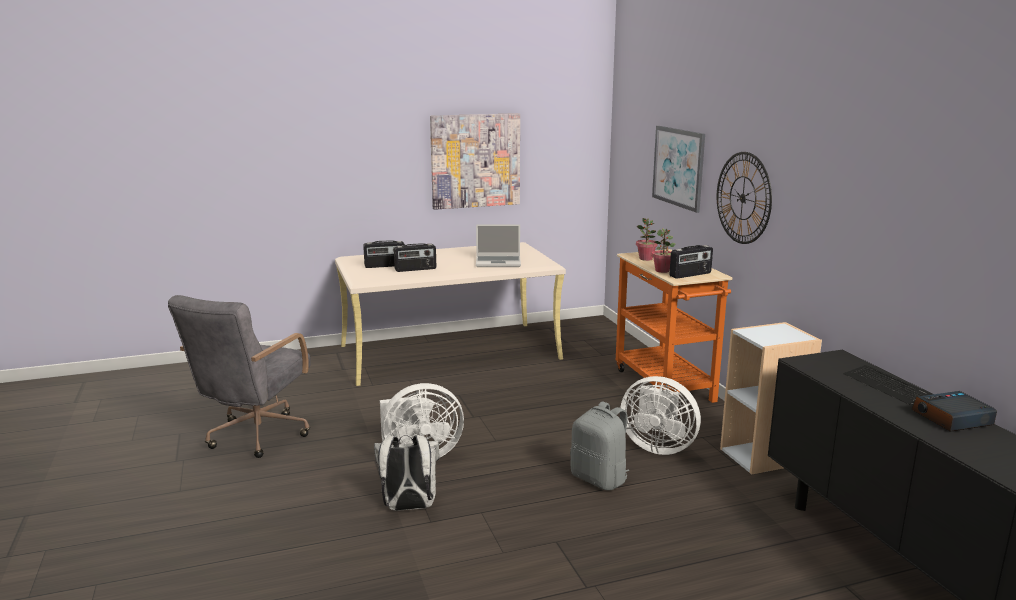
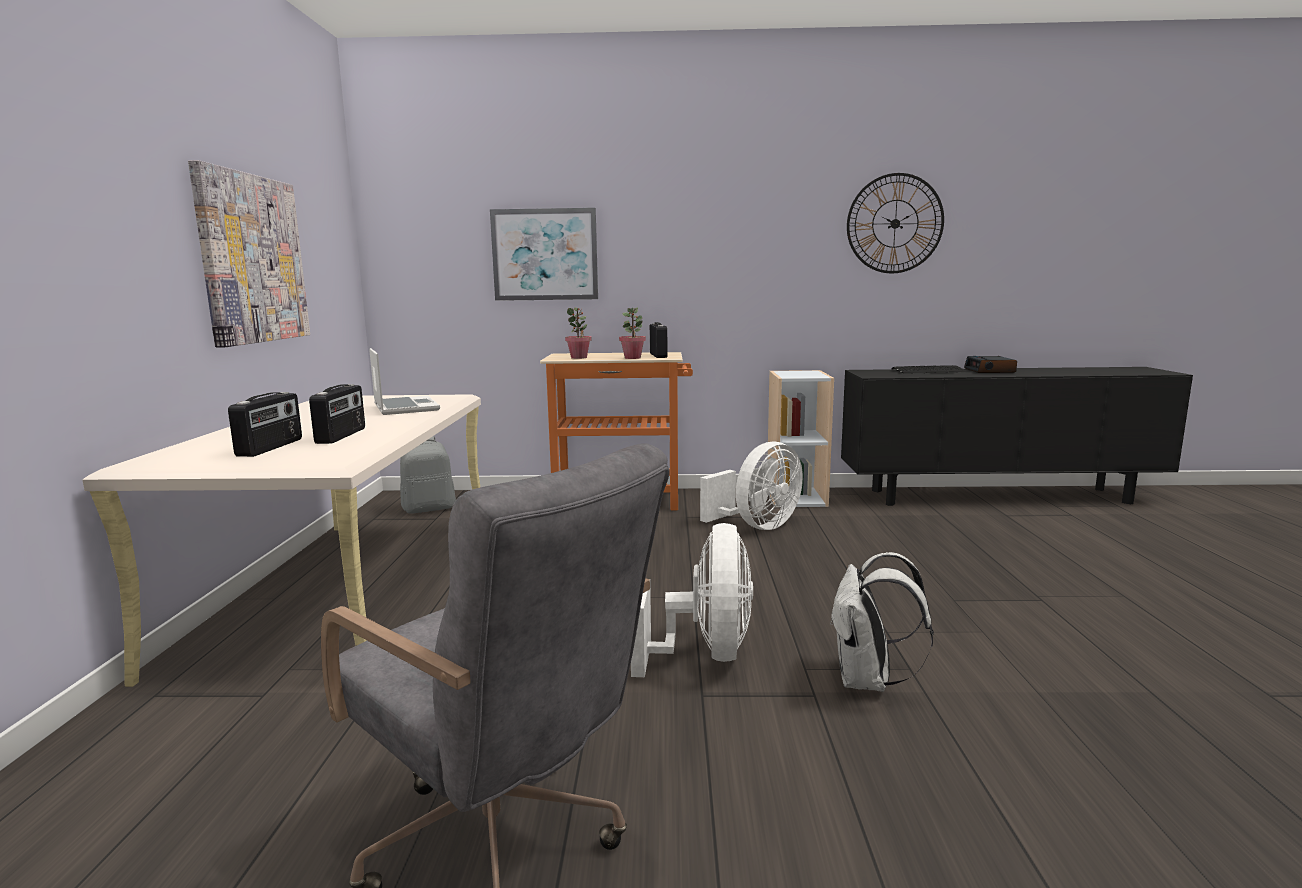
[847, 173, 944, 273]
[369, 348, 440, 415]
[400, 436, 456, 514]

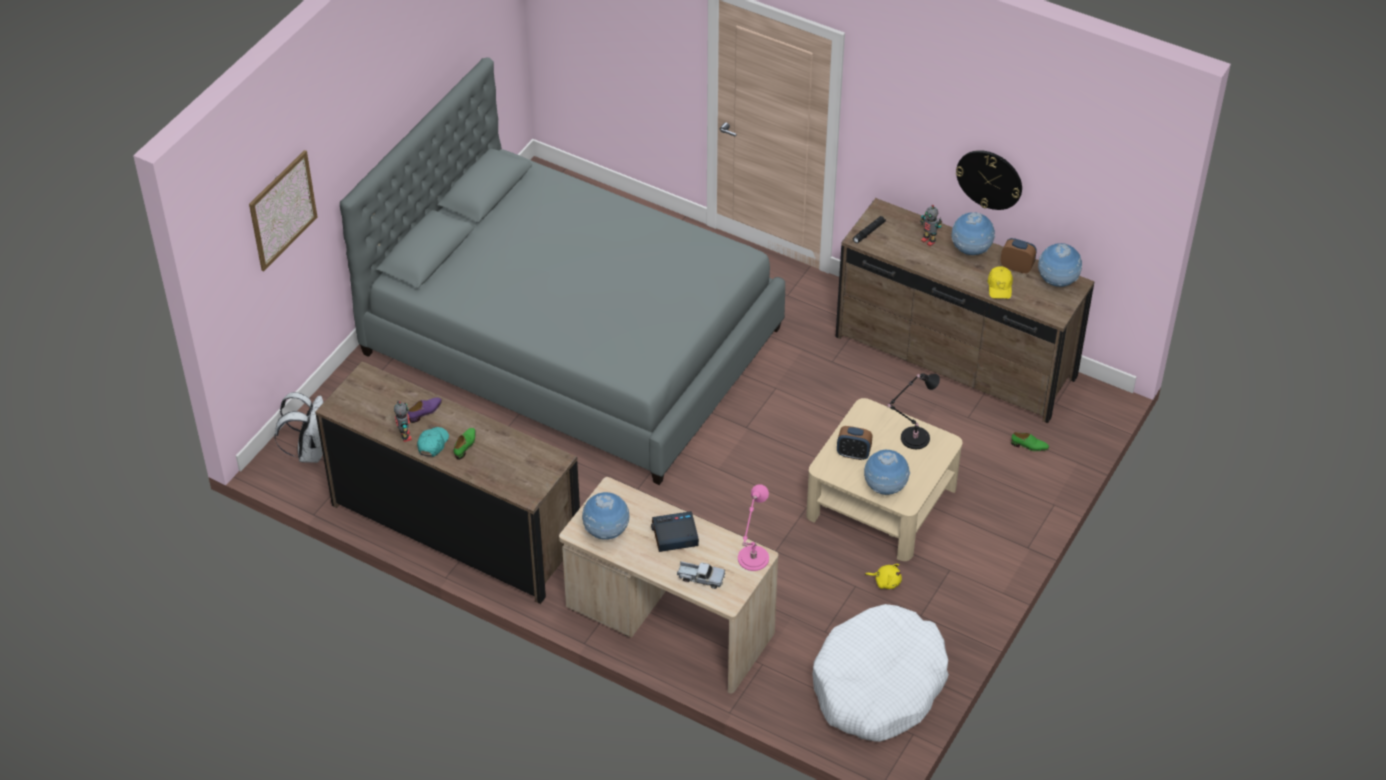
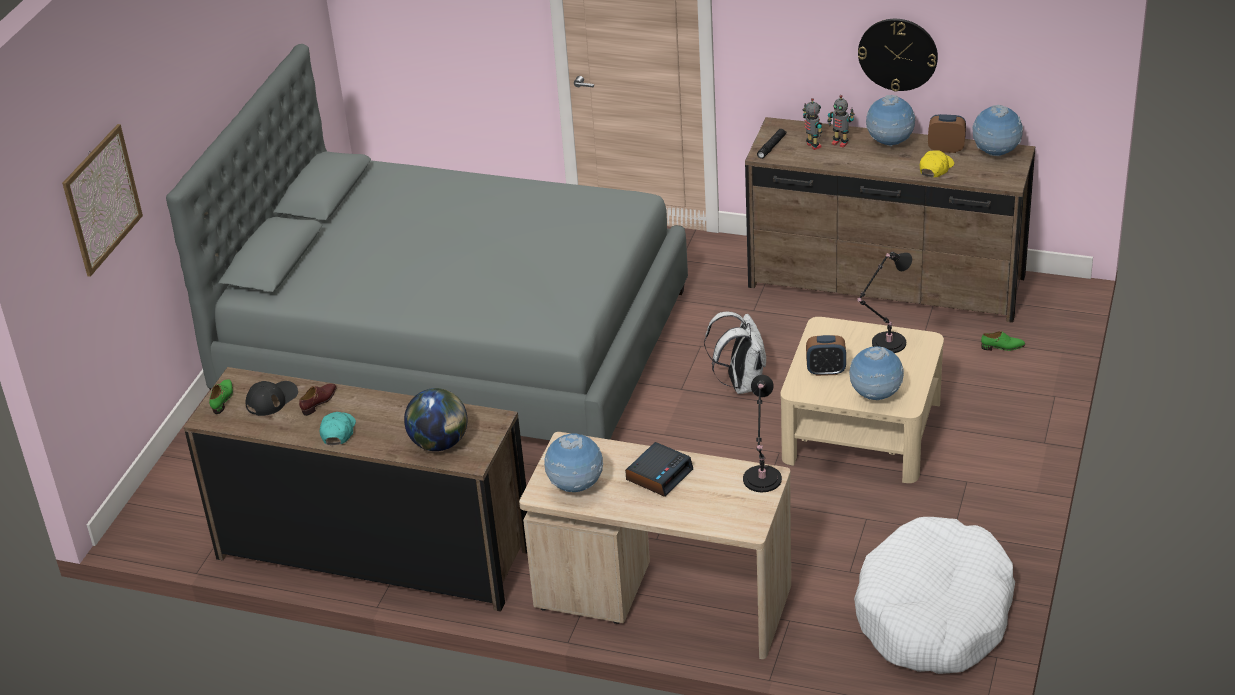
[920, 150, 954, 178]
[704, 312, 766, 394]
[299, 383, 336, 416]
[802, 98, 822, 150]
[209, 379, 233, 414]
[743, 375, 782, 492]
[625, 442, 693, 497]
[677, 561, 725, 589] (first image)
[865, 564, 902, 589] (first image)
[246, 381, 298, 416]
[404, 388, 468, 451]

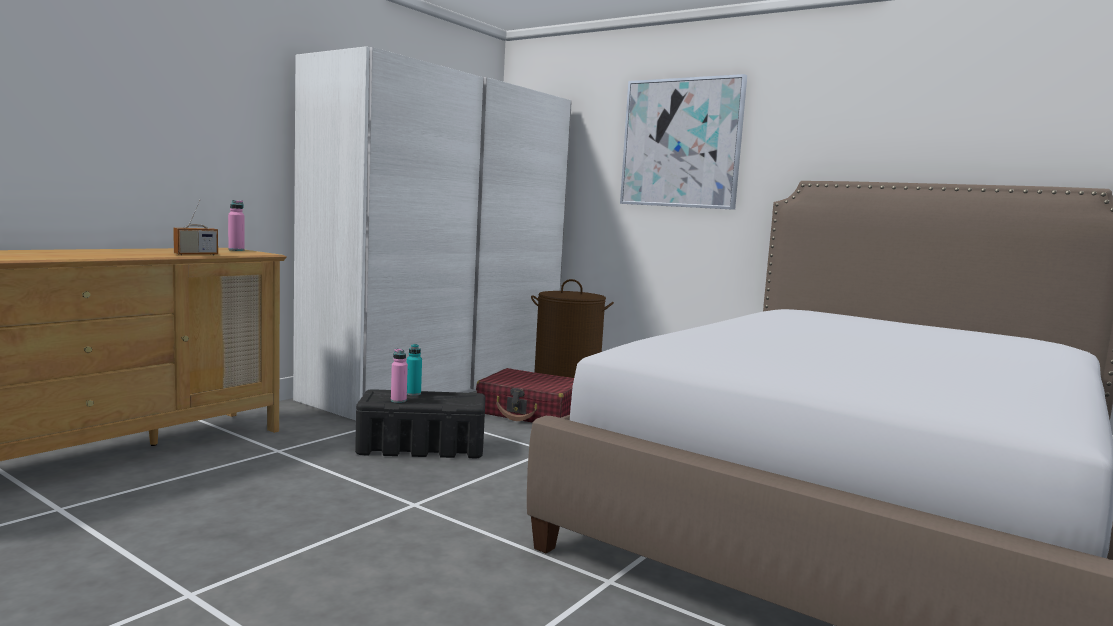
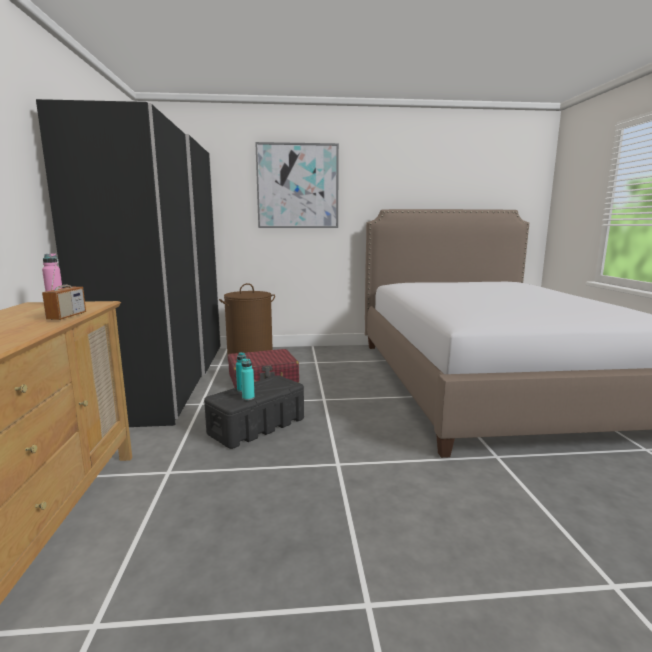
[36, 99, 221, 427]
[241, 359, 255, 400]

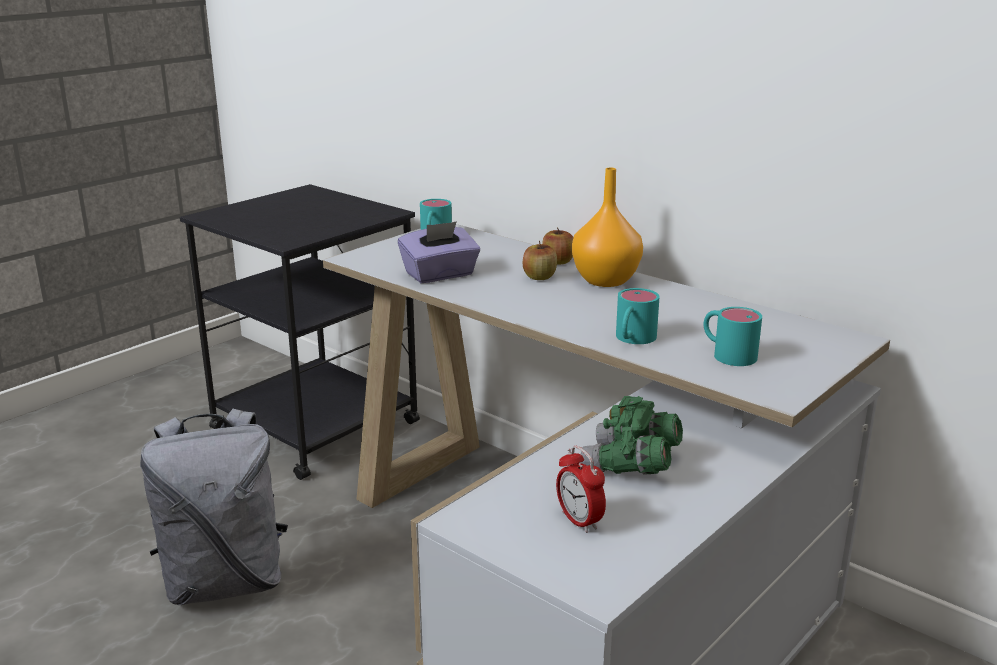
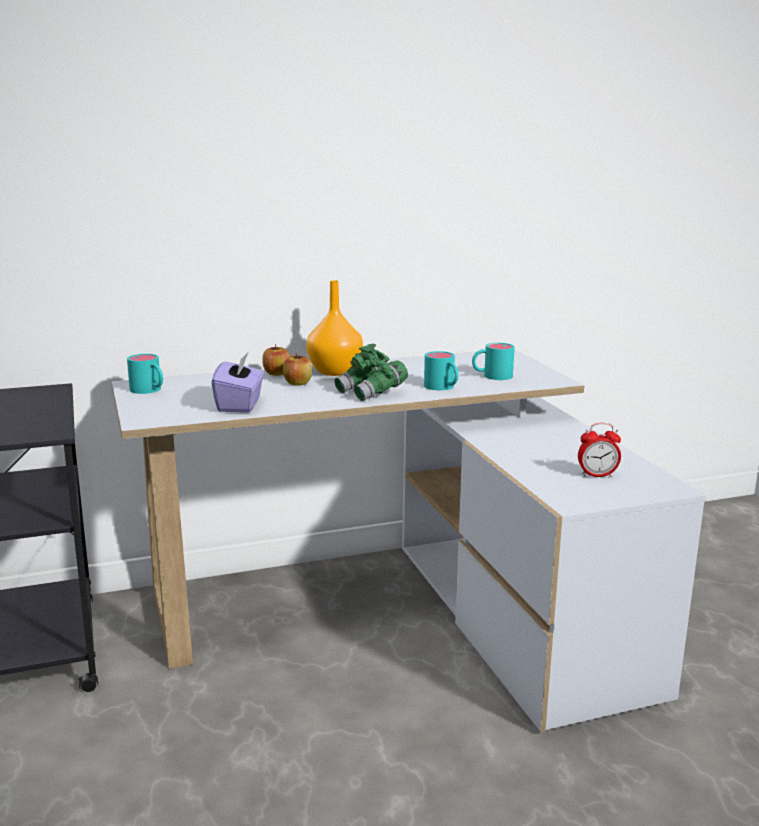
[334, 344, 408, 401]
[140, 409, 288, 605] (first image)

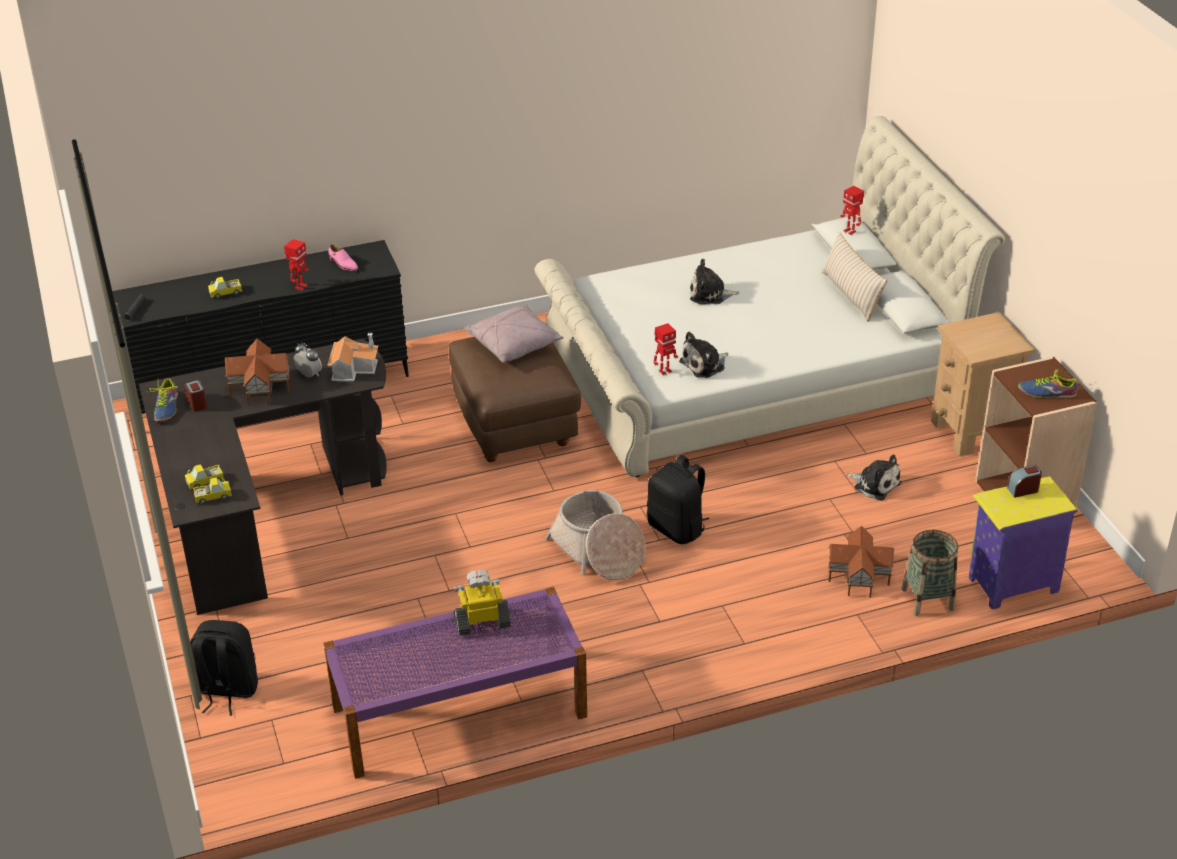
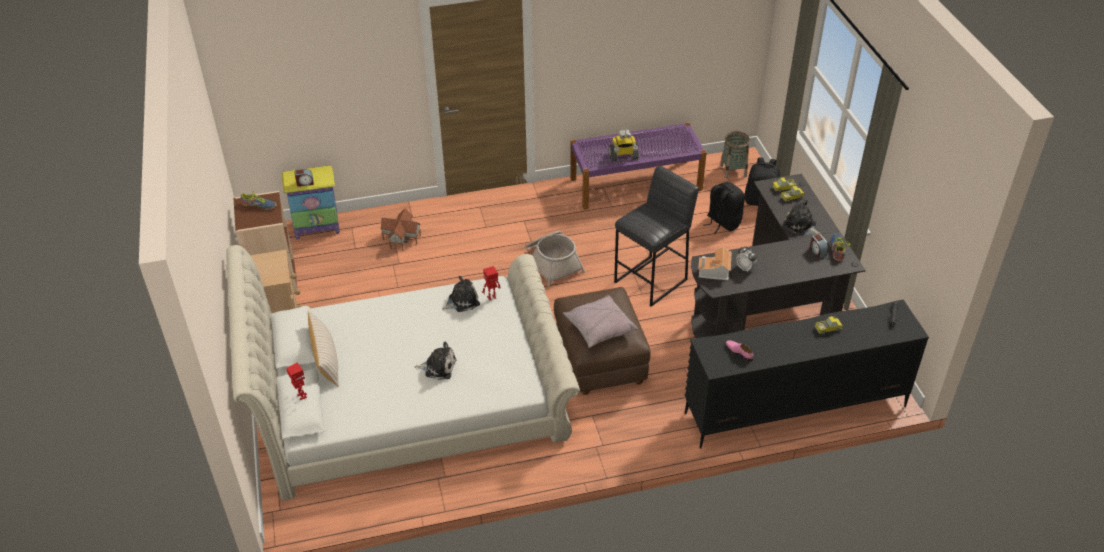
[284, 239, 309, 291] (first image)
[225, 339, 291, 406] (first image)
[783, 199, 821, 235]
[704, 182, 745, 234]
[720, 131, 750, 179]
[614, 165, 699, 307]

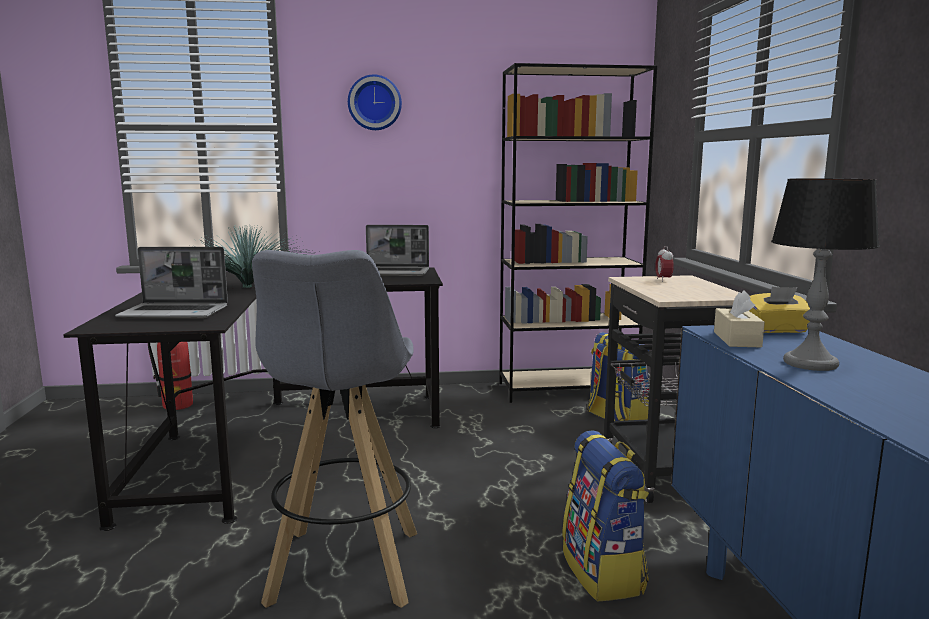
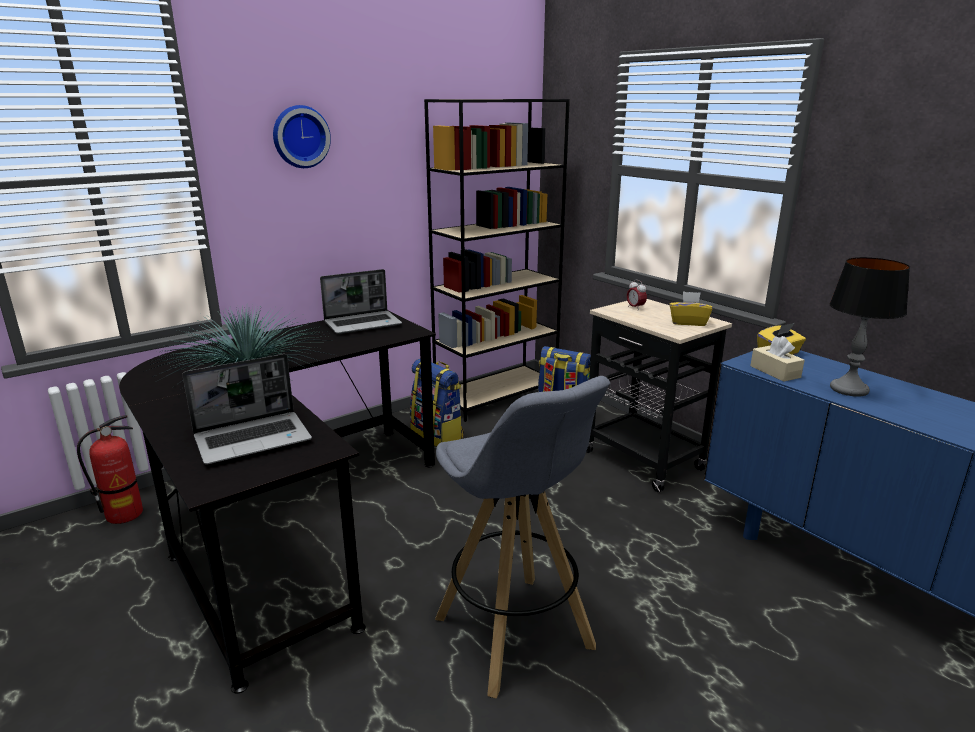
[410, 359, 464, 447]
[669, 291, 713, 326]

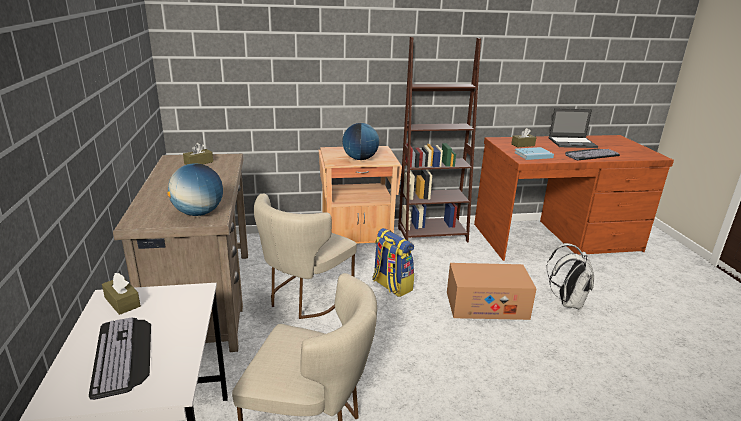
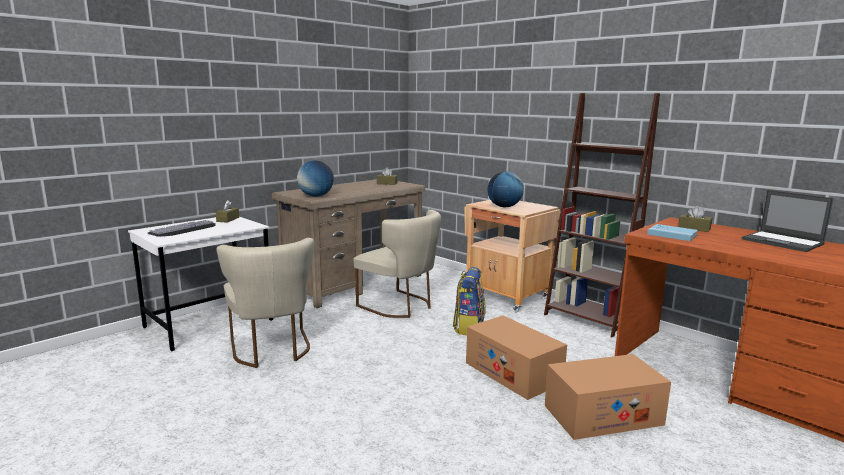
[565, 149, 620, 160] (first image)
[353, 210, 441, 318]
[545, 354, 671, 440]

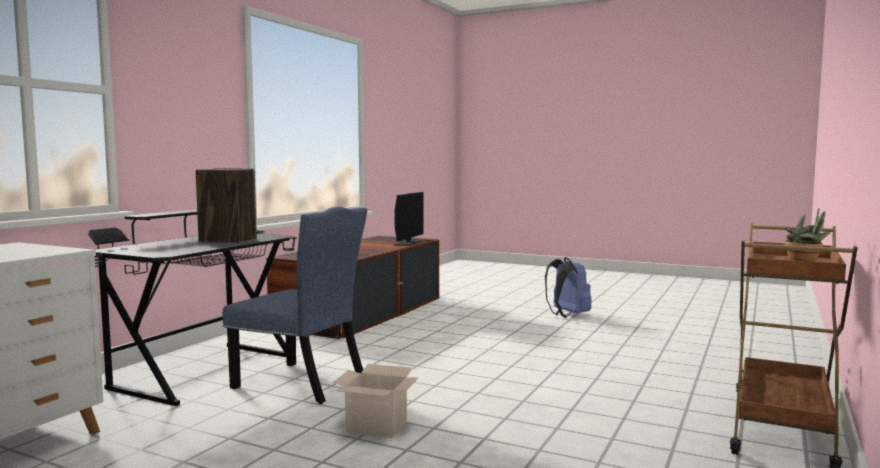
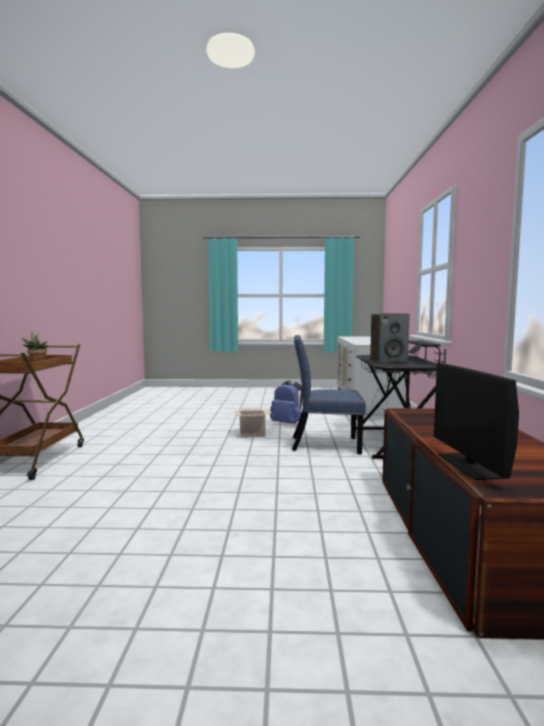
[270, 380, 302, 424]

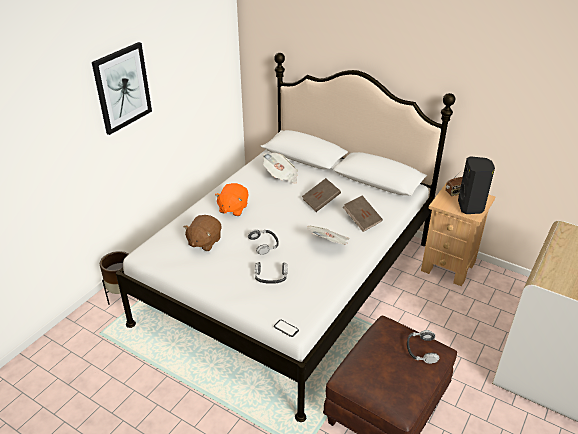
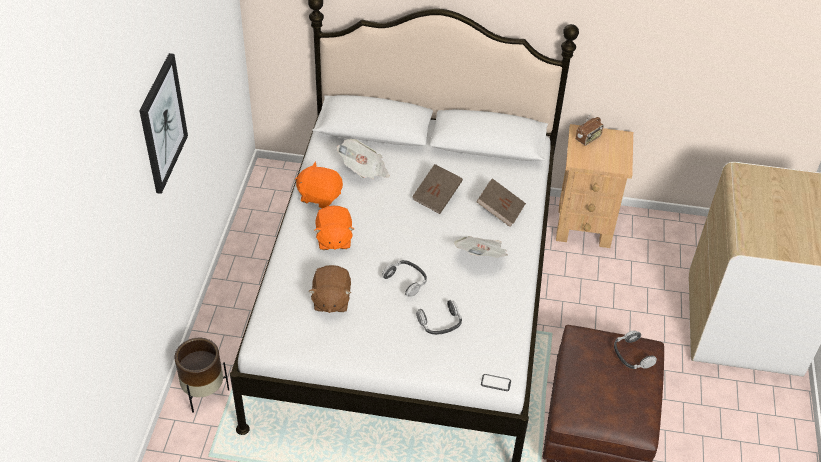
[458, 156, 495, 214] (first image)
[295, 162, 343, 208]

